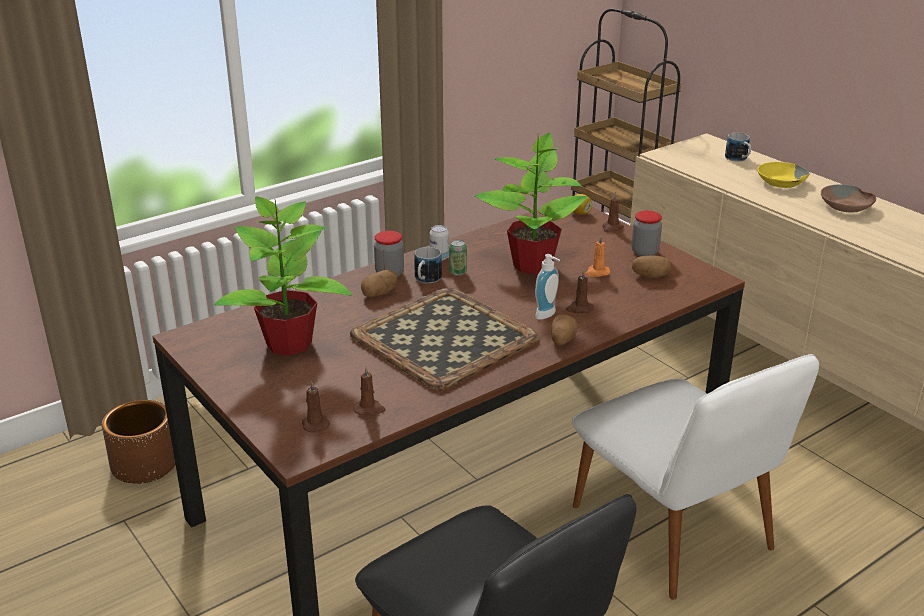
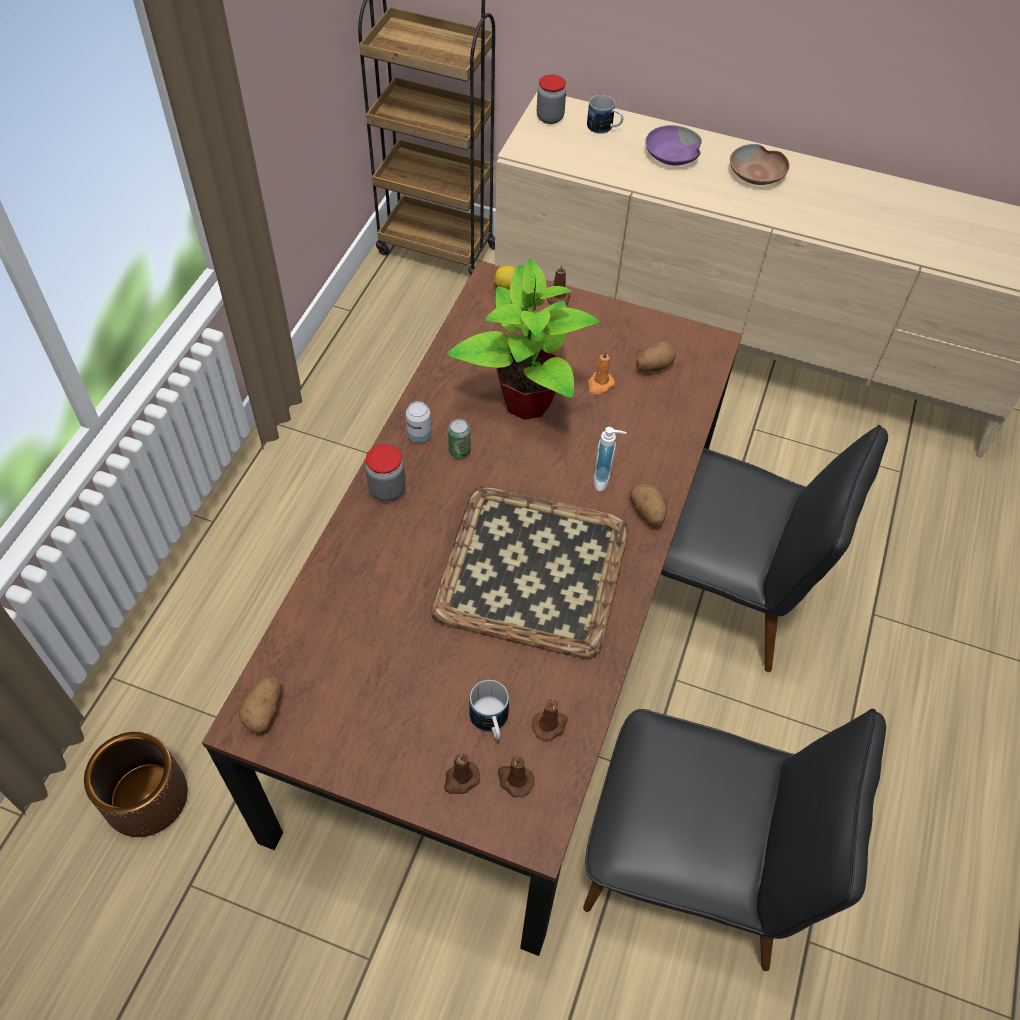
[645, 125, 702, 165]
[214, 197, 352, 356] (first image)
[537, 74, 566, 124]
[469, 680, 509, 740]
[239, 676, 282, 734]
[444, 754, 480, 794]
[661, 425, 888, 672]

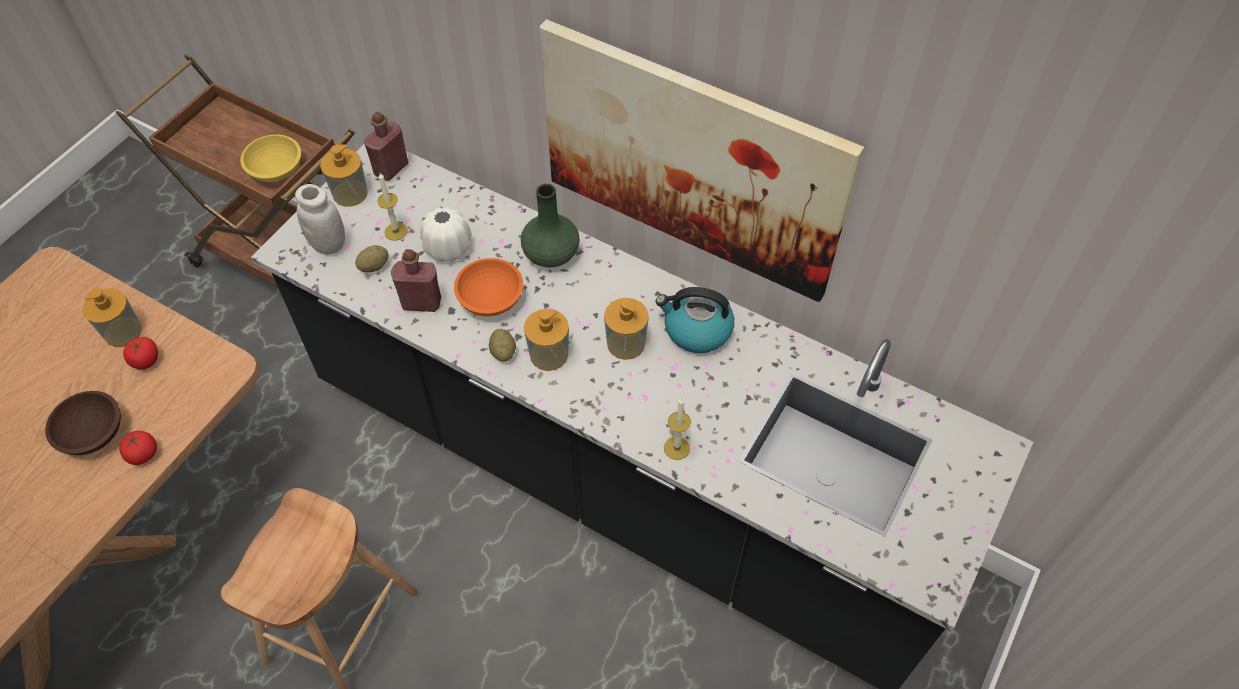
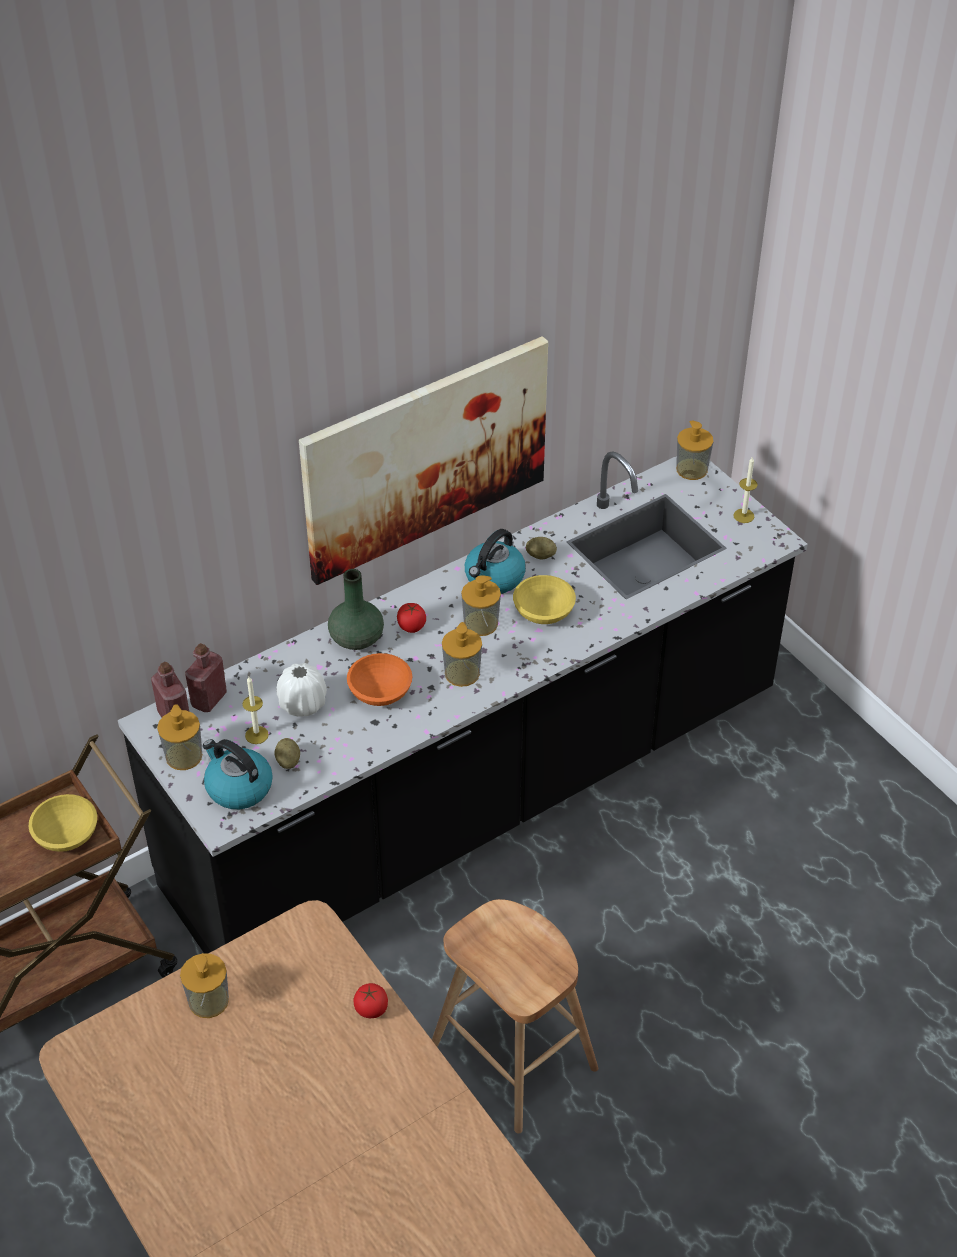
[203, 739, 273, 809]
[185, 643, 227, 712]
[526, 537, 557, 559]
[397, 603, 426, 633]
[45, 391, 121, 455] (first image)
[733, 456, 757, 523]
[676, 421, 713, 480]
[513, 575, 576, 624]

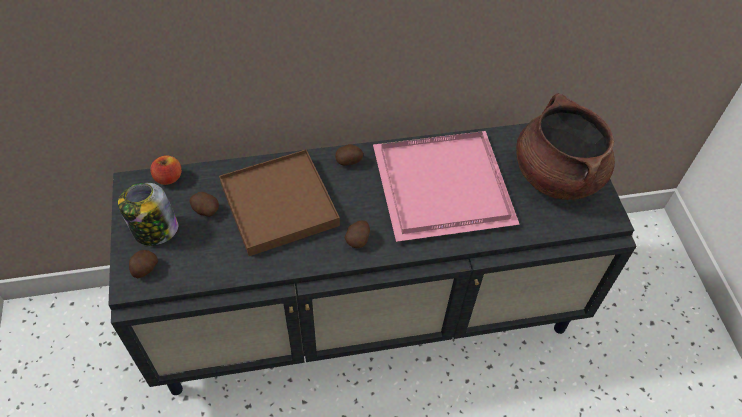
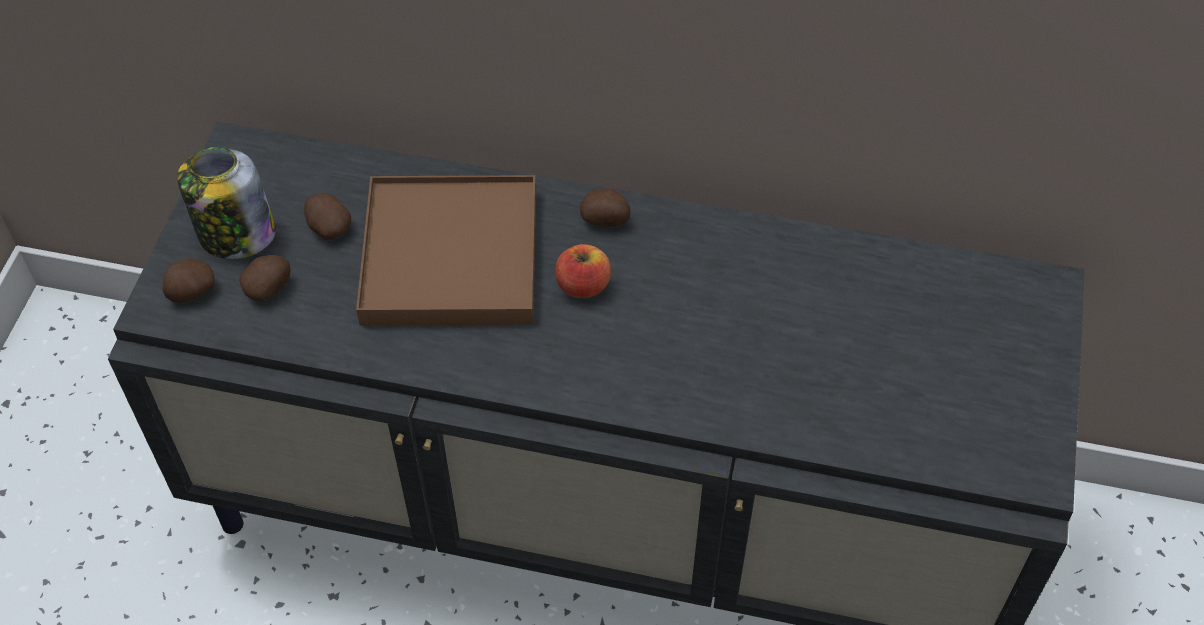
[516, 93, 615, 200] (first image)
[373, 131, 520, 242] (first image)
[555, 244, 611, 298]
[239, 255, 291, 301]

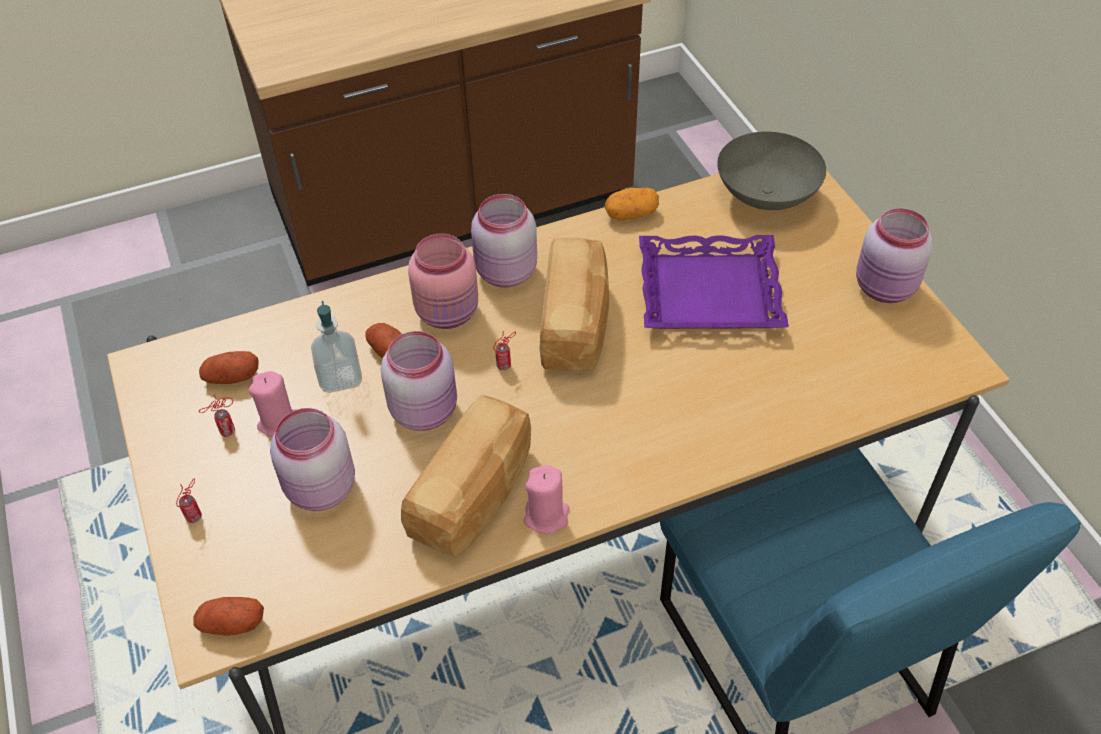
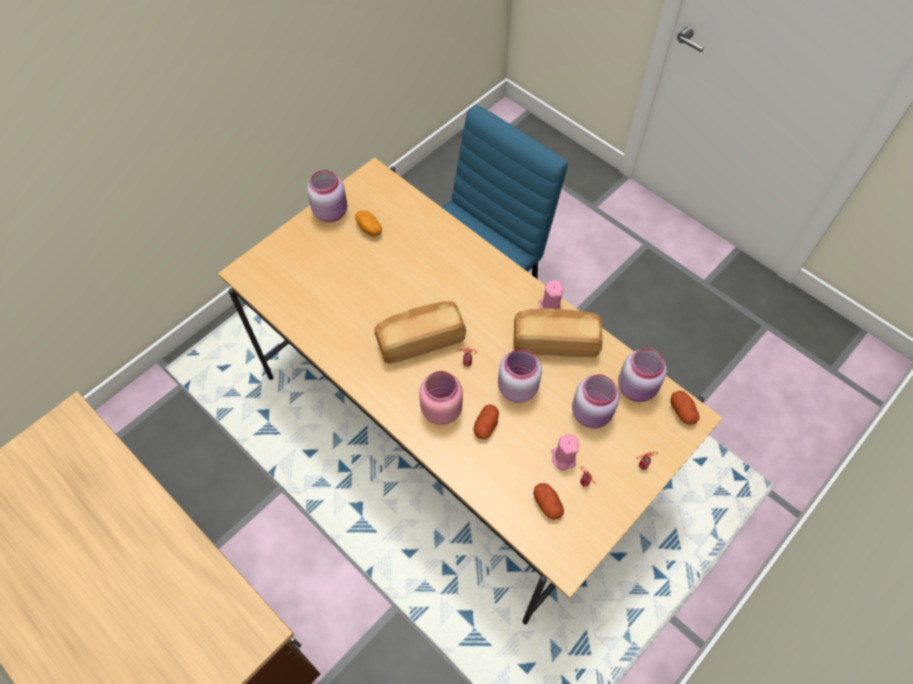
[717, 131, 826, 210] (first image)
[355, 211, 382, 236]
[618, 348, 667, 402]
[639, 235, 789, 329] (first image)
[311, 301, 362, 393] (first image)

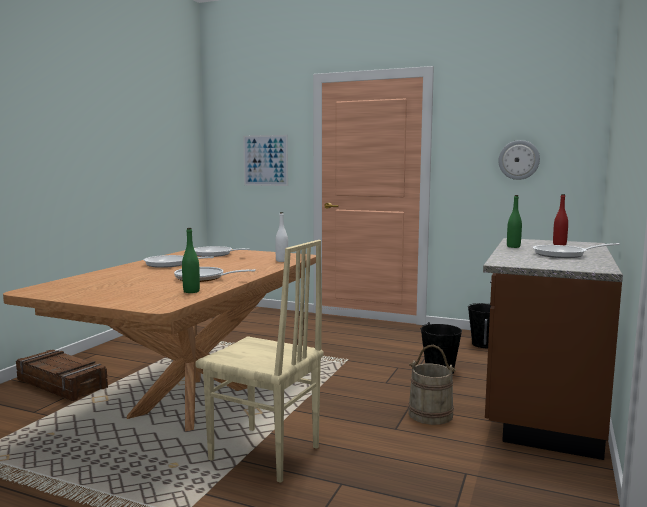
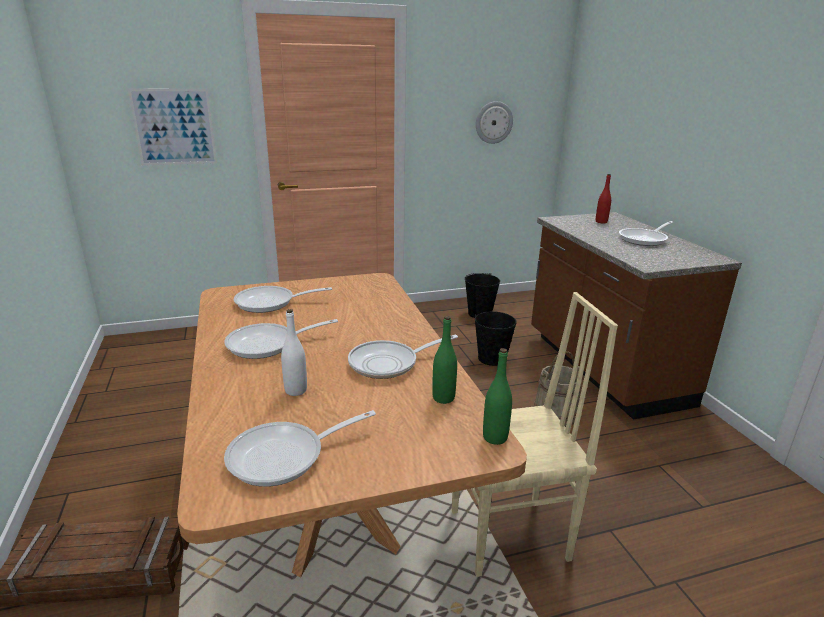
[483, 348, 512, 445]
[281, 309, 307, 396]
[224, 410, 376, 487]

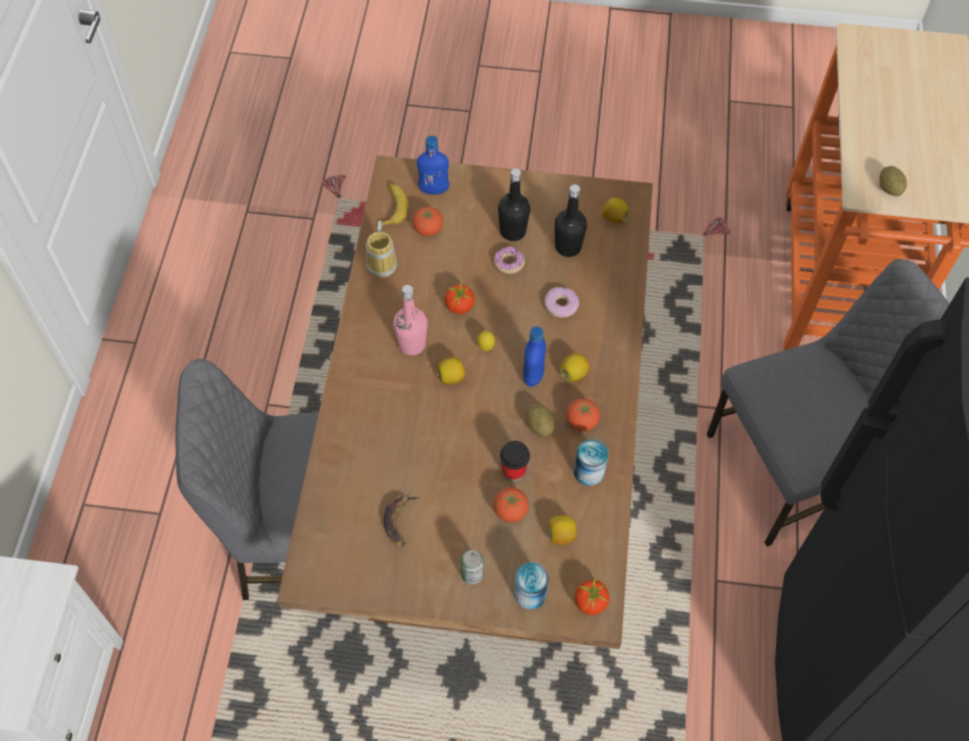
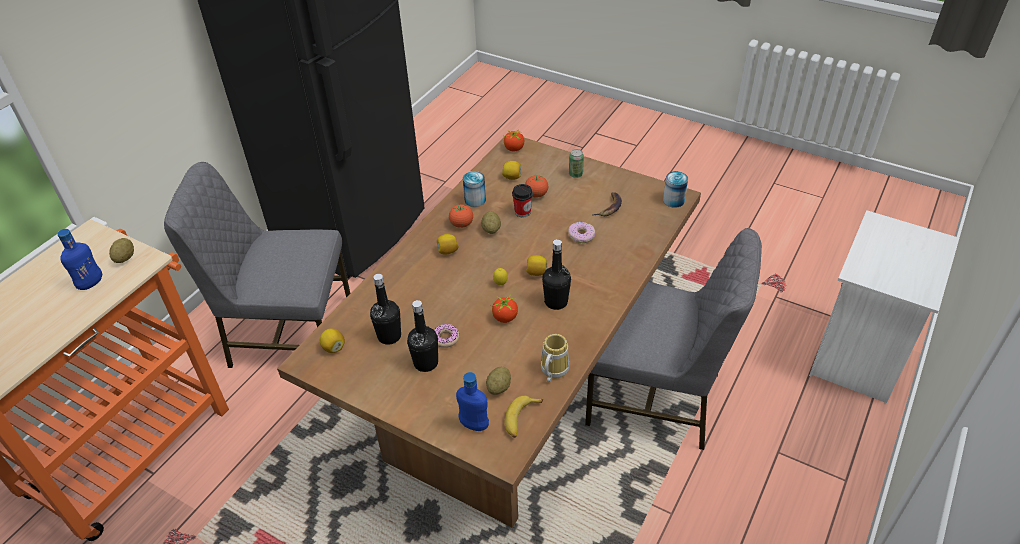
[486, 367, 511, 395]
[542, 239, 571, 310]
[568, 222, 595, 243]
[57, 229, 102, 290]
[663, 171, 688, 208]

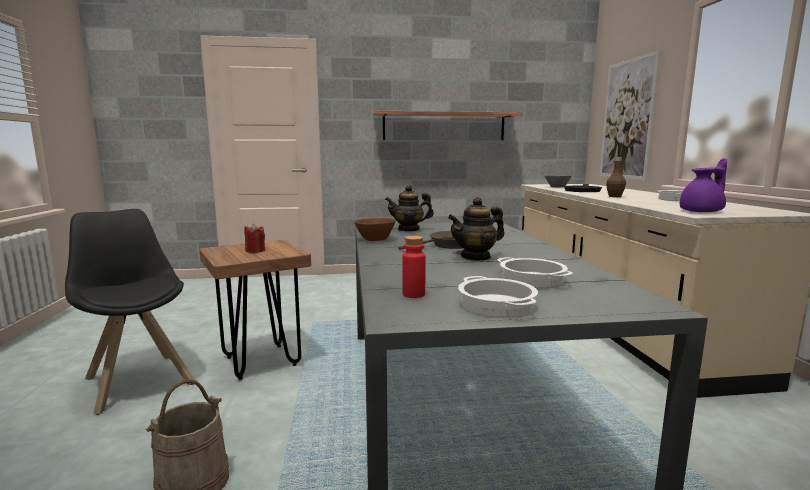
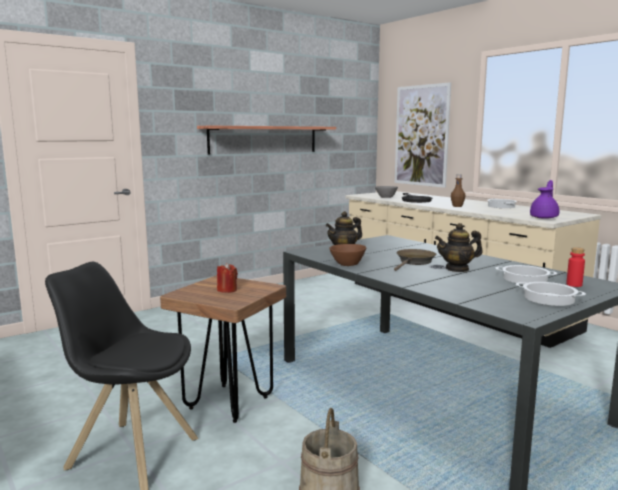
[435, 223, 483, 272]
[566, 247, 585, 287]

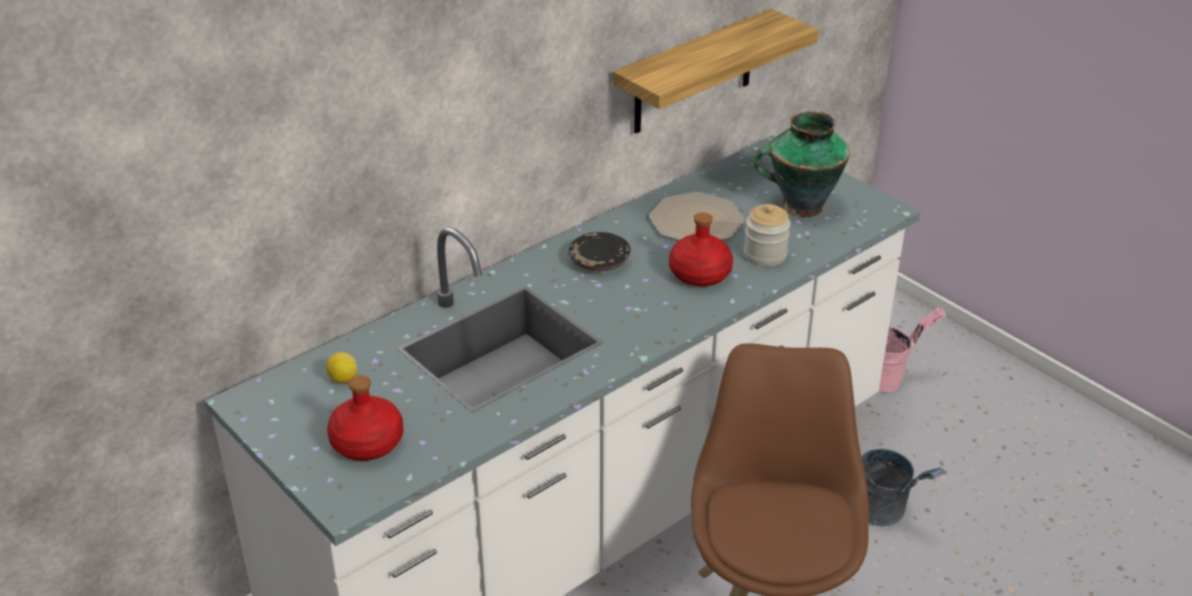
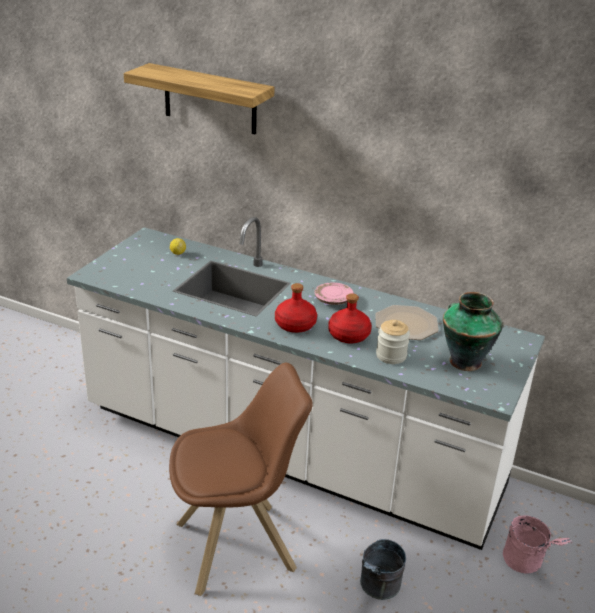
[124, 63, 275, 135]
[314, 283, 354, 305]
[275, 283, 317, 333]

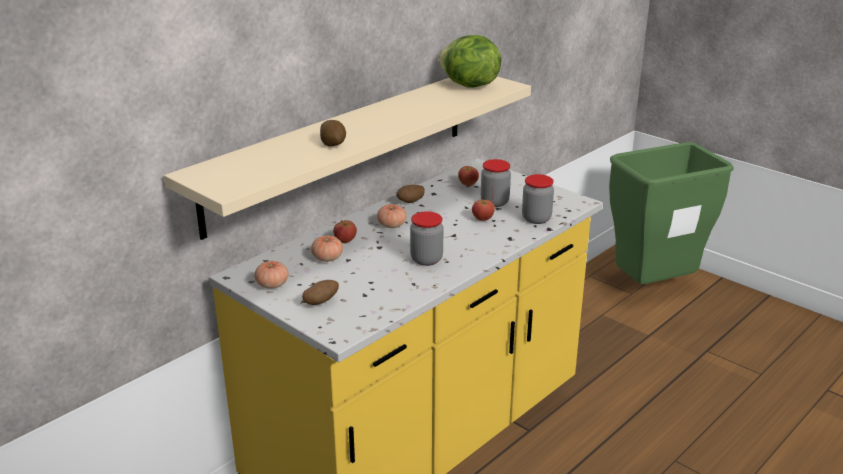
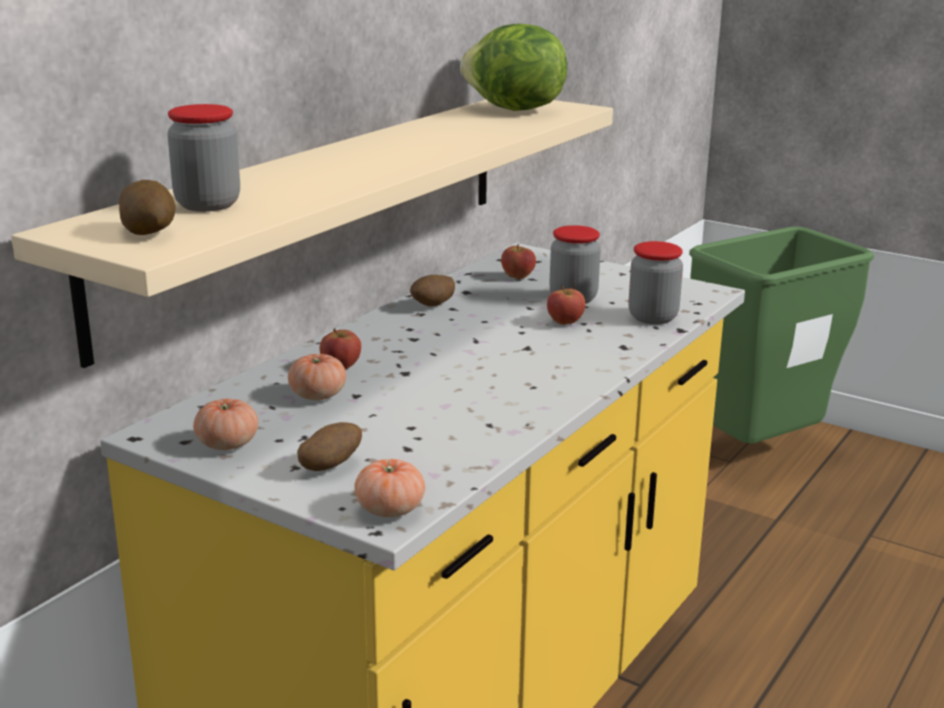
[119, 180, 176, 235]
[354, 459, 425, 517]
[167, 104, 240, 212]

